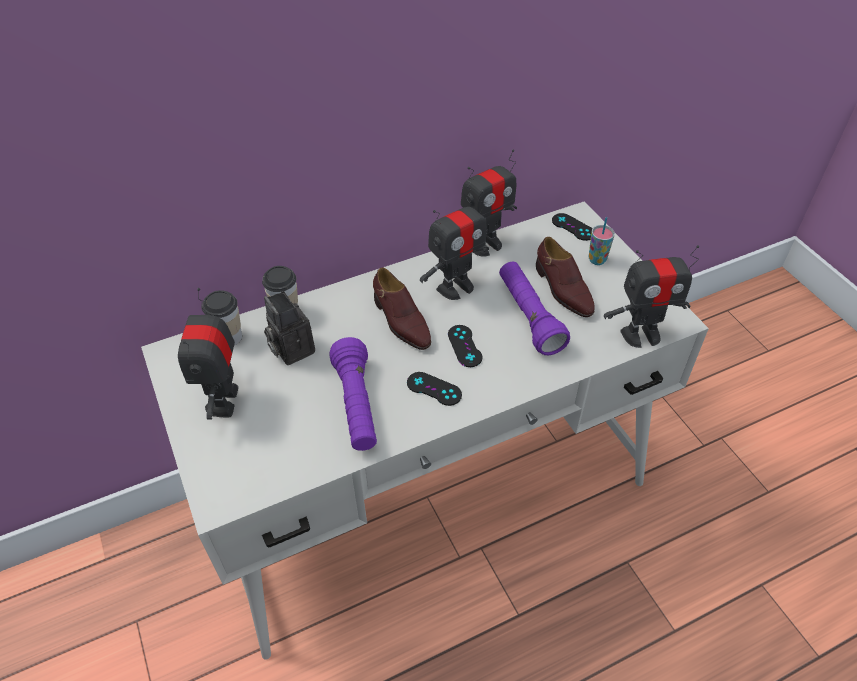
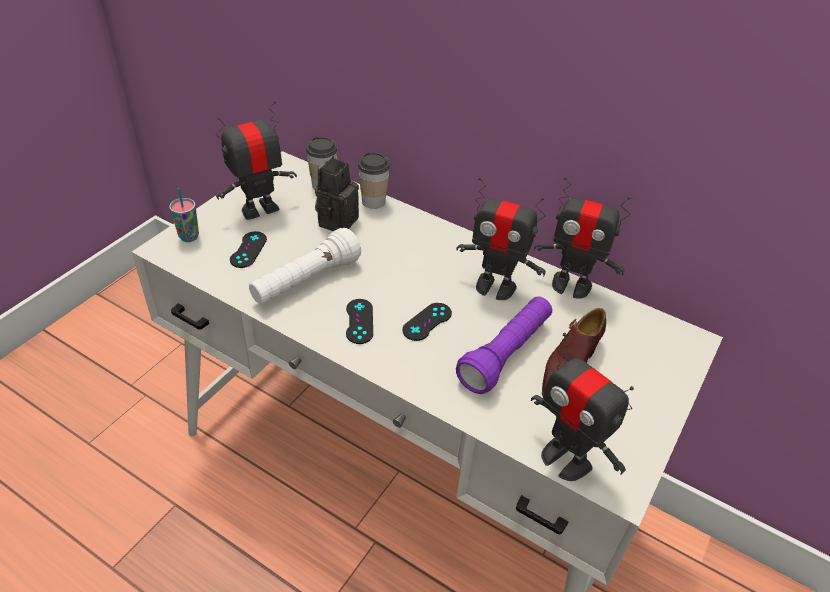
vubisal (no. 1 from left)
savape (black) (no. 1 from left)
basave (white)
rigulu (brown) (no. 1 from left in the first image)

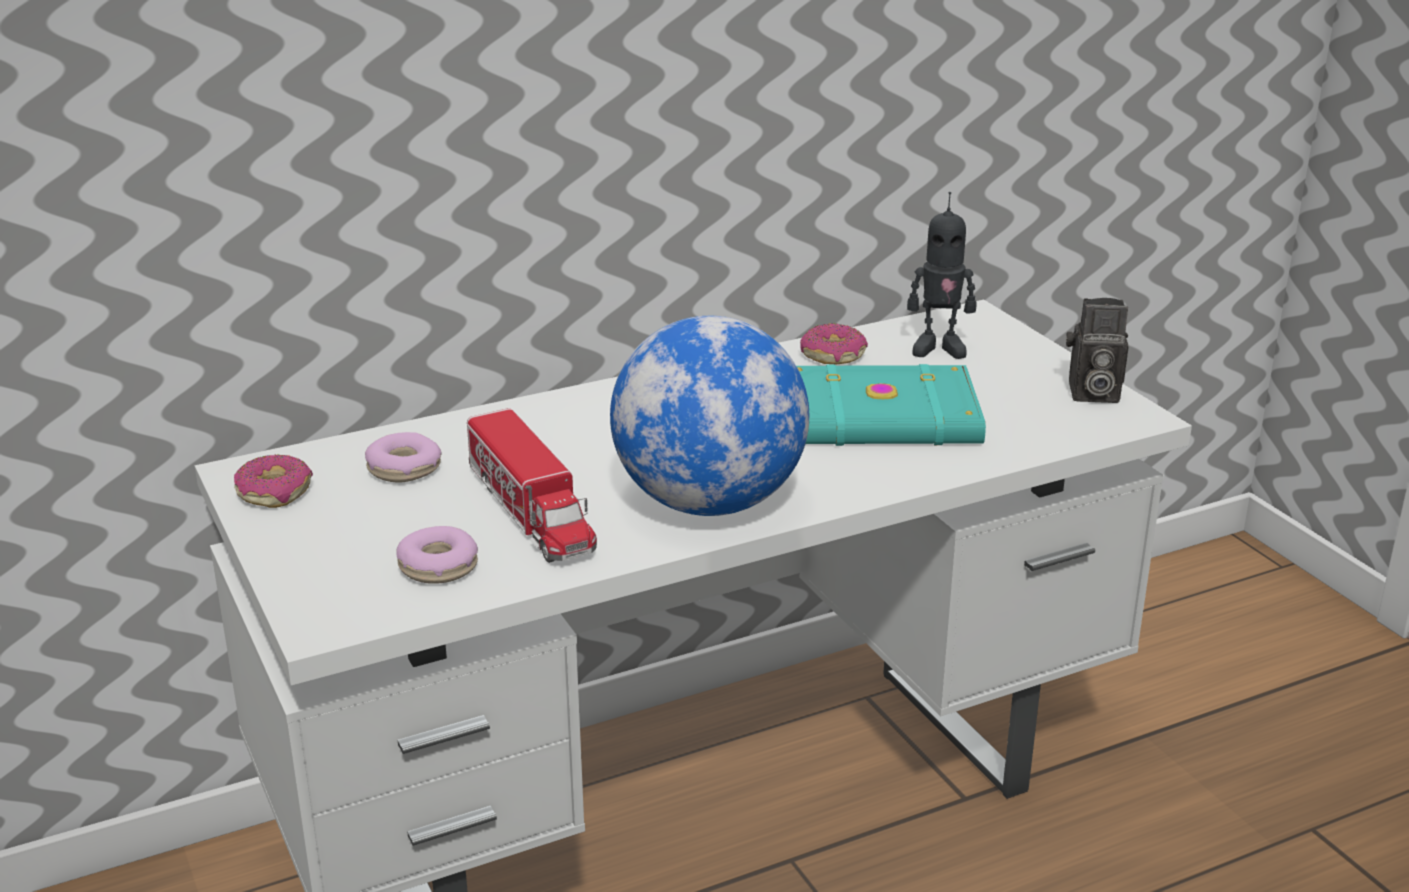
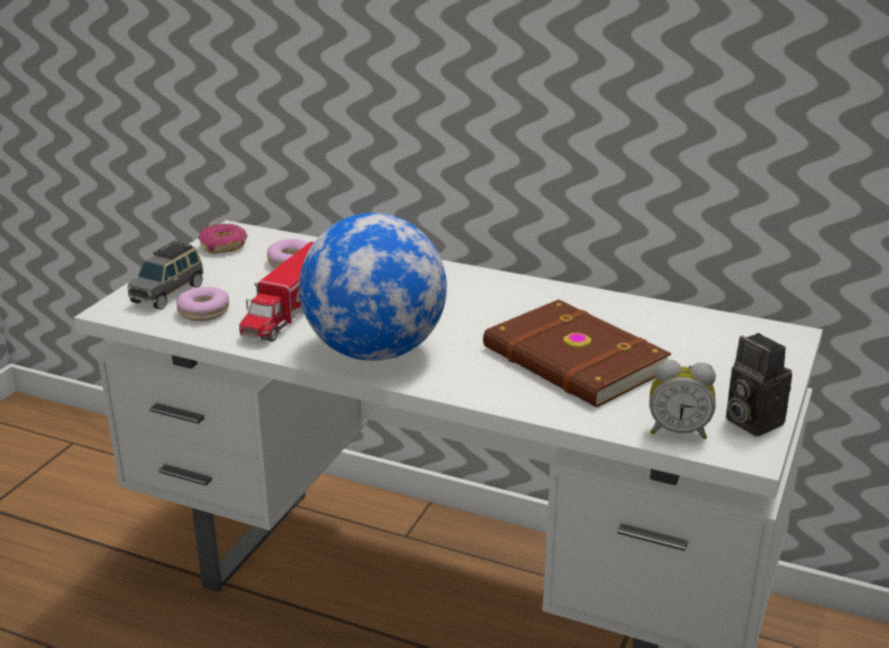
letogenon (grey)
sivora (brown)
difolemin
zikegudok (no. 4 from left in the first image)
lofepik

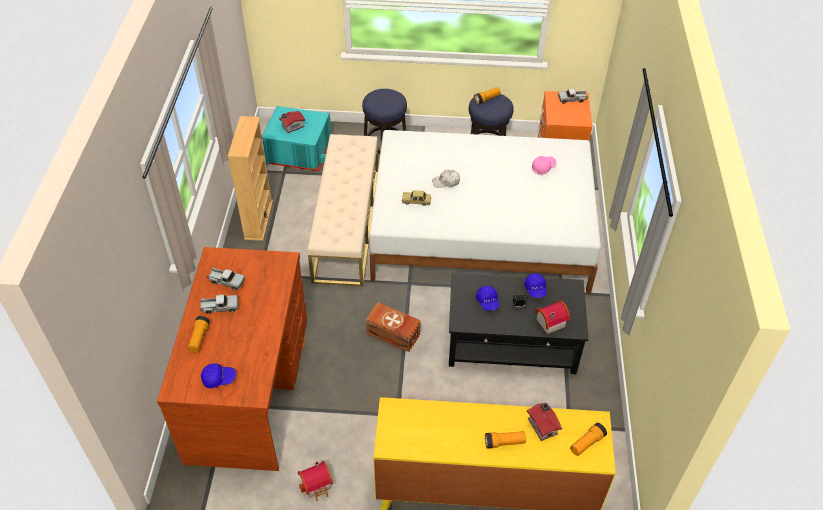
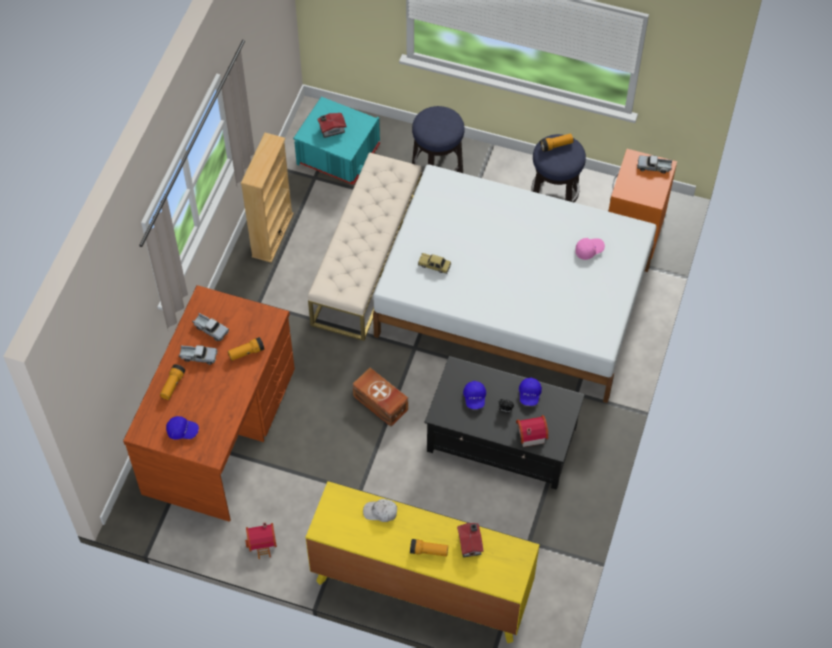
basave (no. 2 from left)
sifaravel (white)

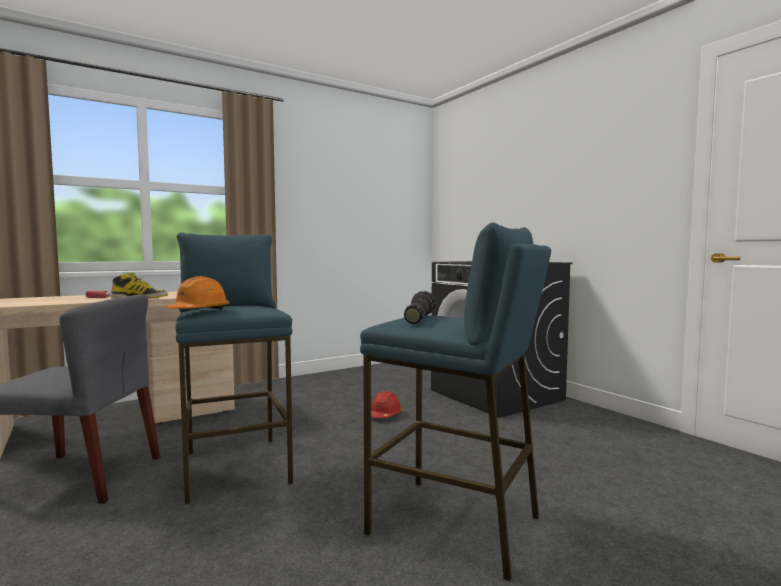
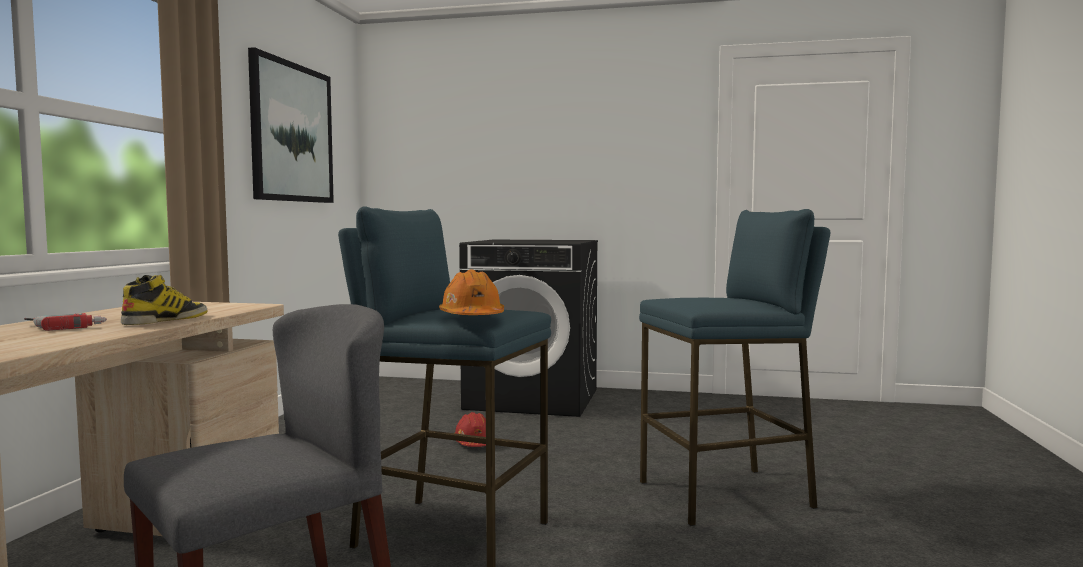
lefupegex
basave

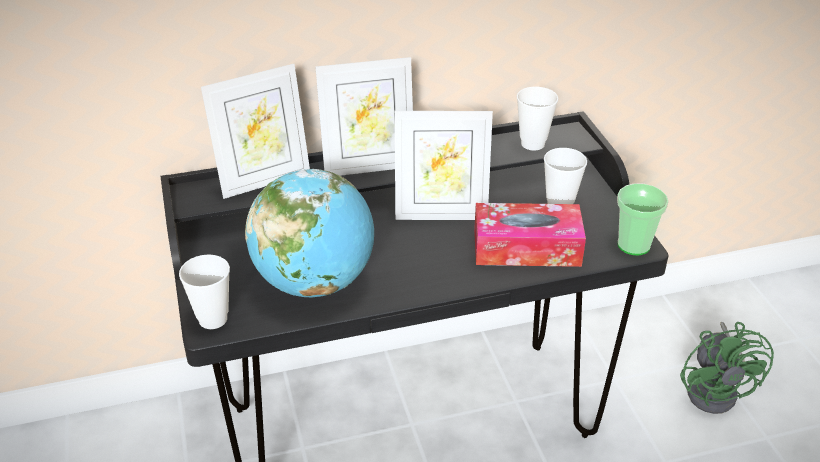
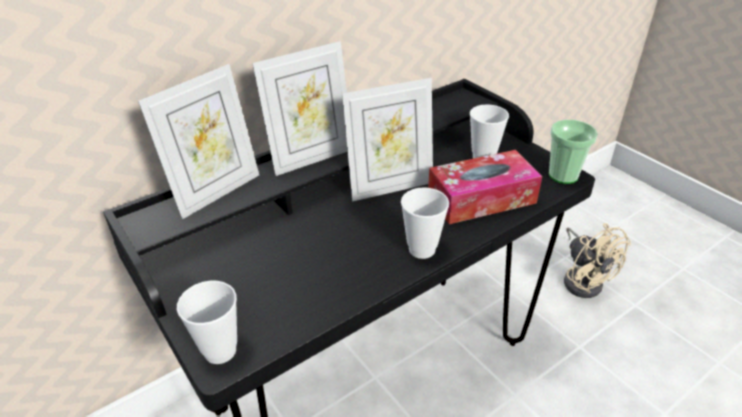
vubisal (no. 2 from left)
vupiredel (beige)
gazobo

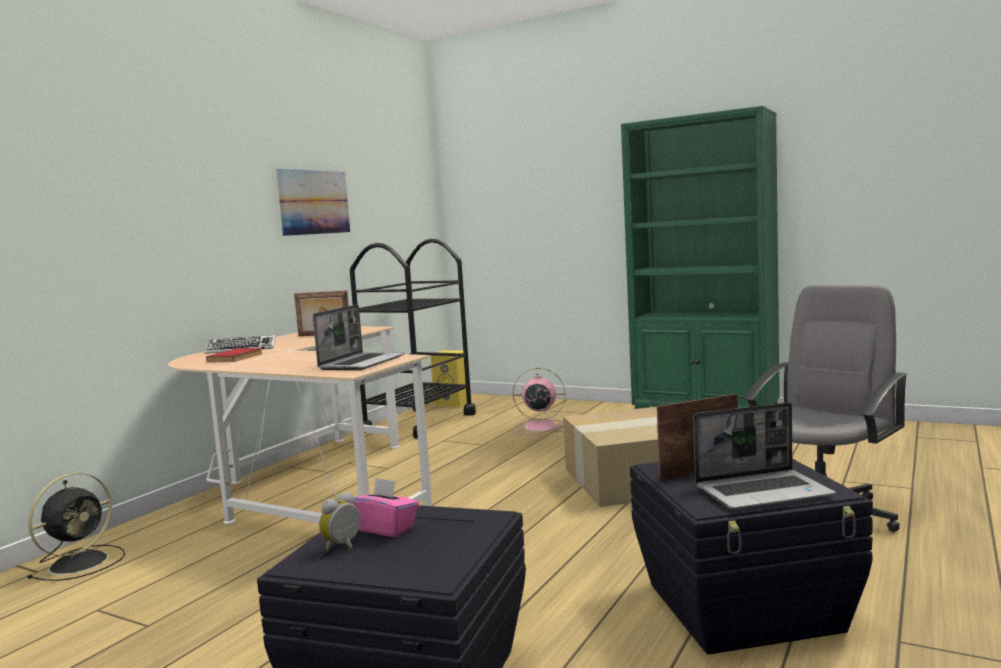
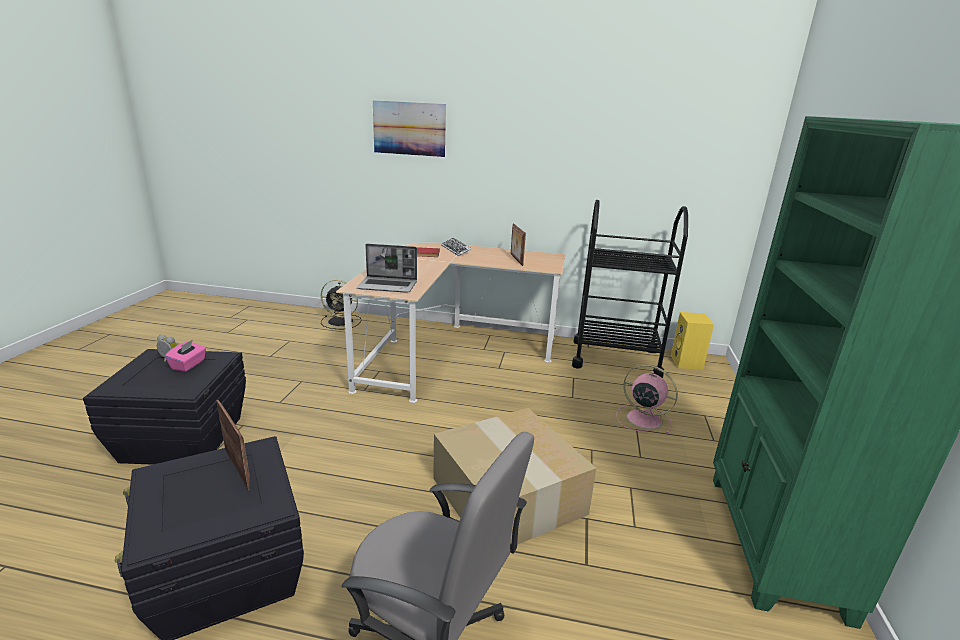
lefupegex
vupiredel (pink)
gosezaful (no. 2 from left in the first image)

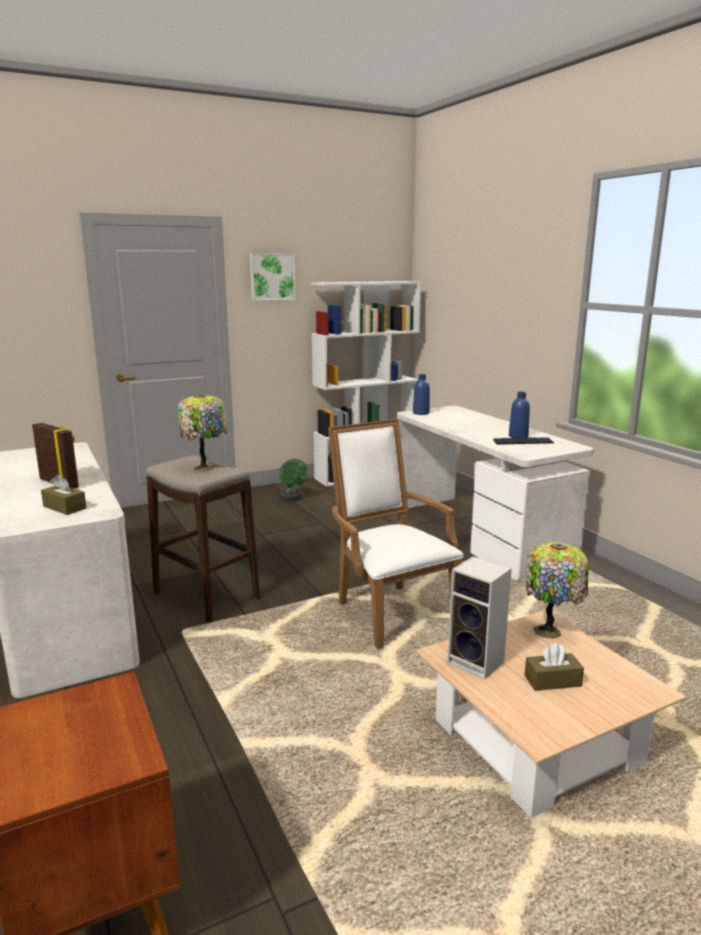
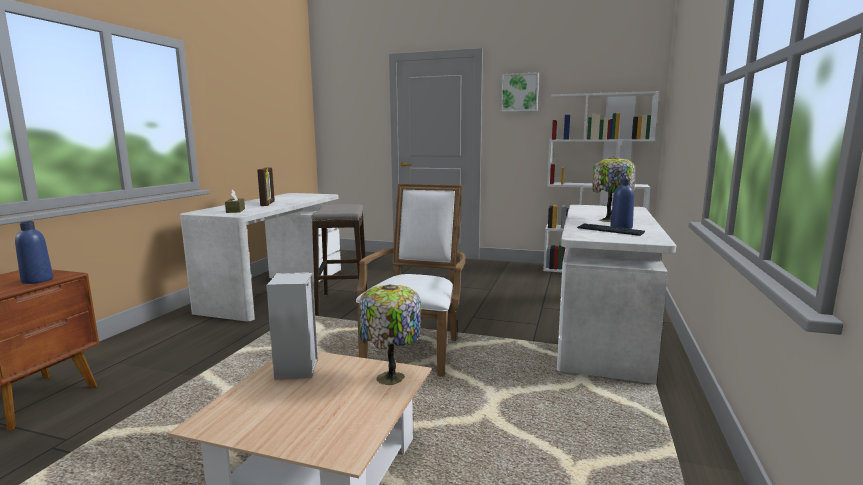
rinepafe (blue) (no. 1 from left)
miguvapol (no. 2 from left)
vupiredel (green)
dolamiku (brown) (no. 2 from left in the first image)

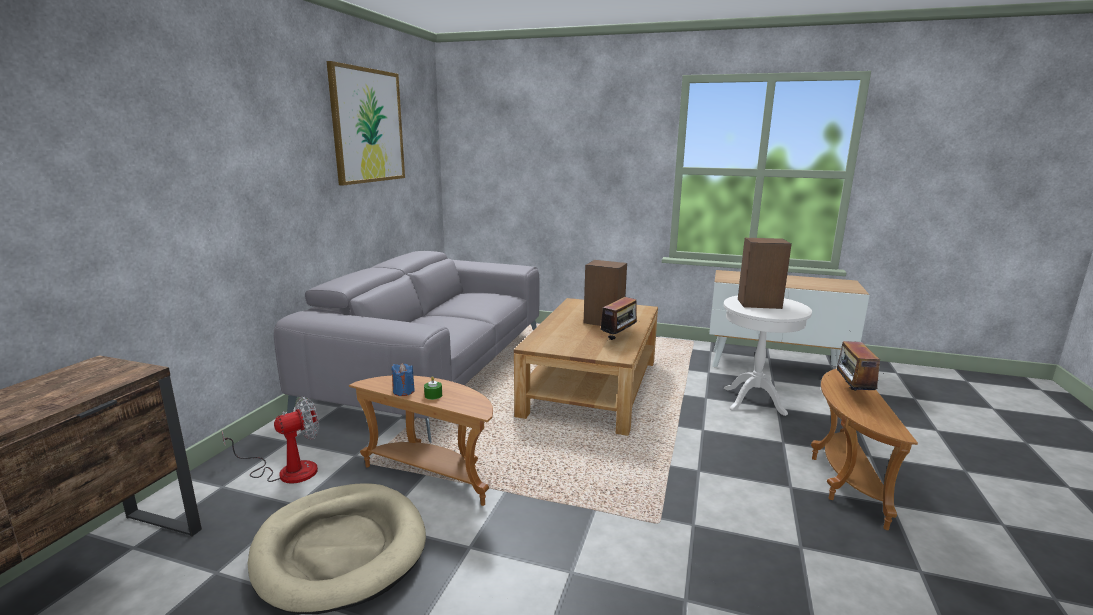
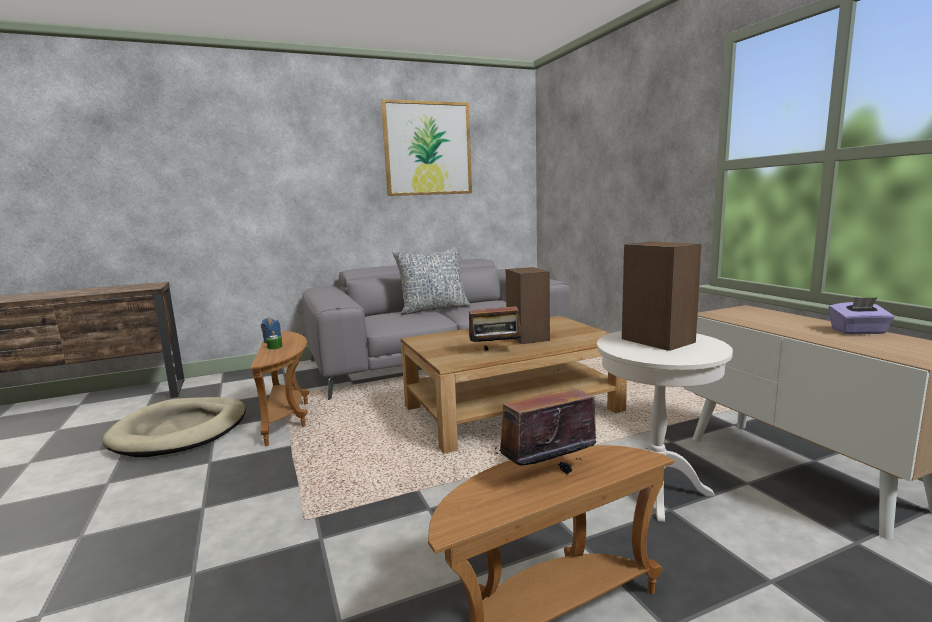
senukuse
dolamiku (purple)
vupiredel

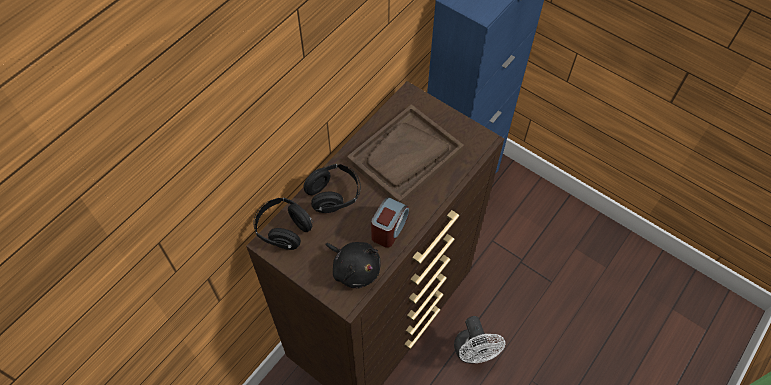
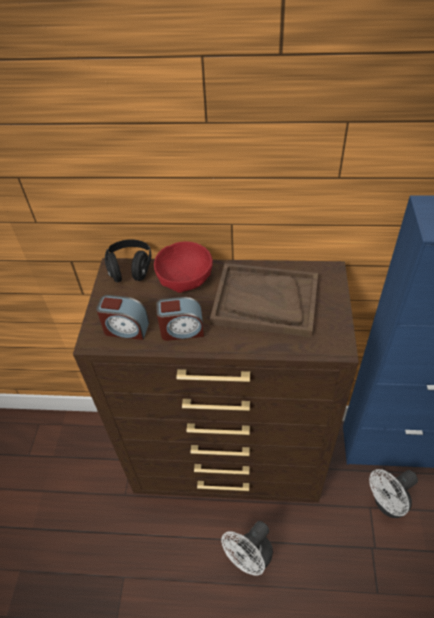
difolemin (no. 1 from left)
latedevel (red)
vupiredel (white) (no. 2 from left)

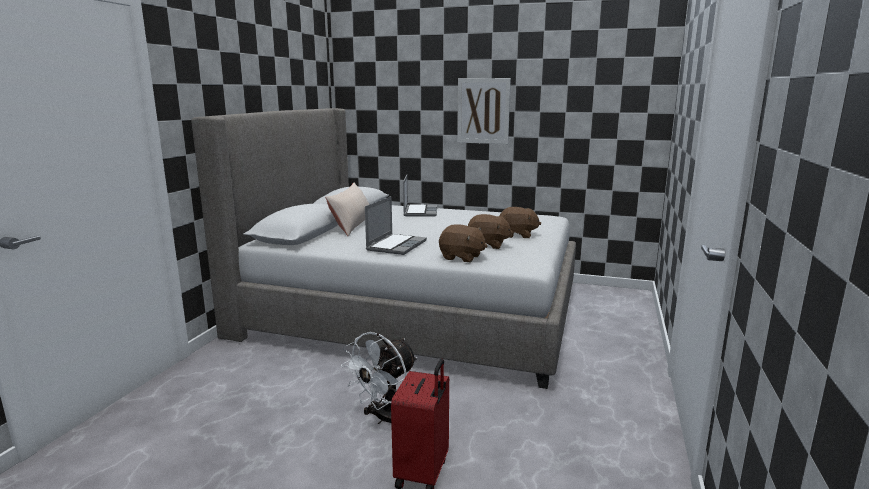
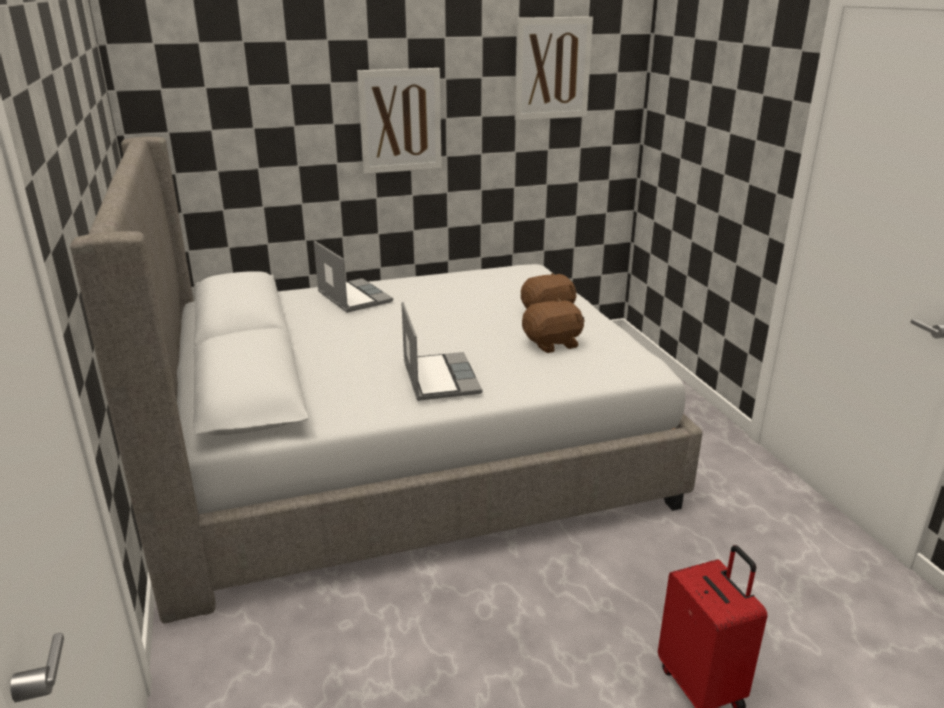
lefupegex (no. 2 from left)
senukuse (beige)
vupiredel (white)
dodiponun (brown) (no. 1 from left in the first image)

